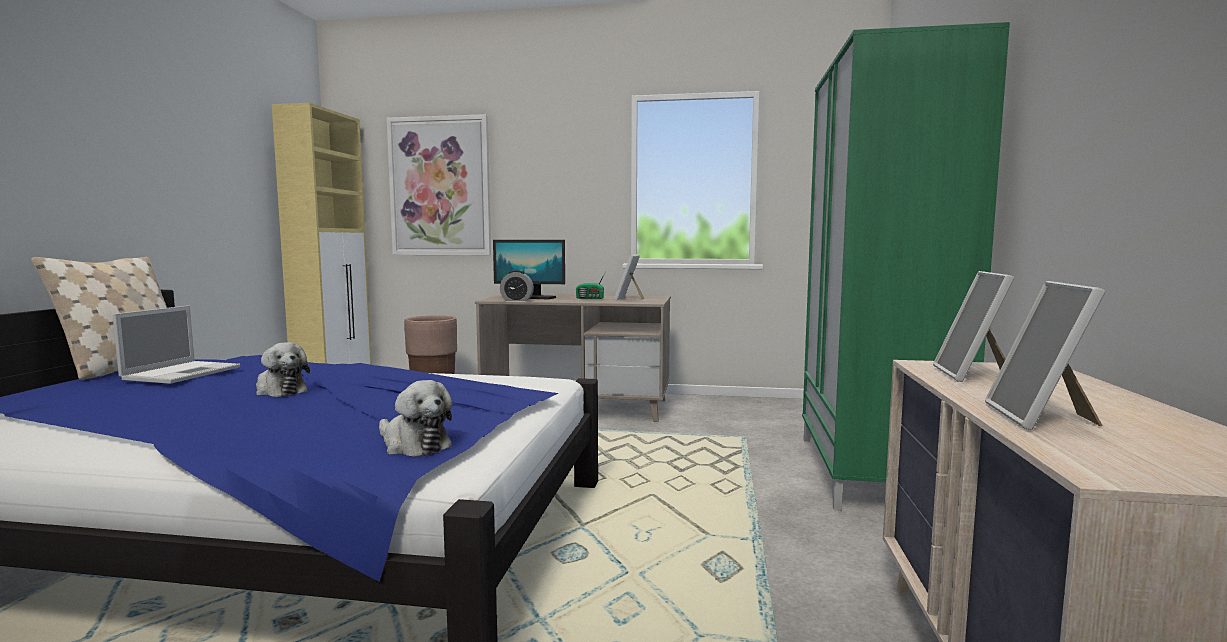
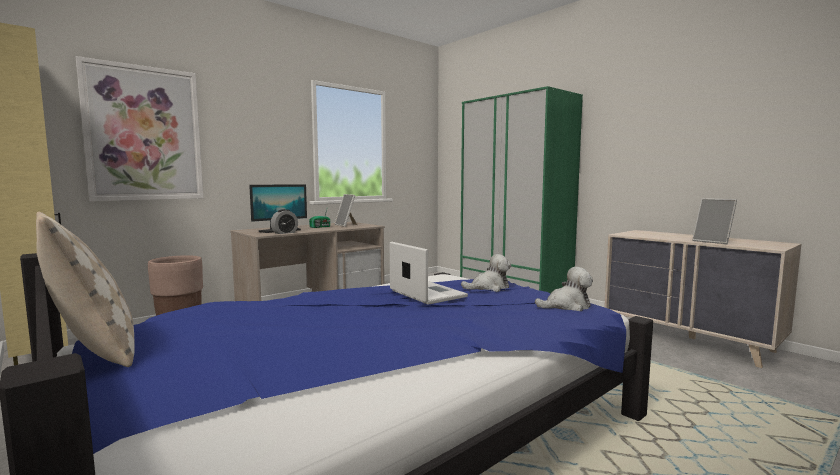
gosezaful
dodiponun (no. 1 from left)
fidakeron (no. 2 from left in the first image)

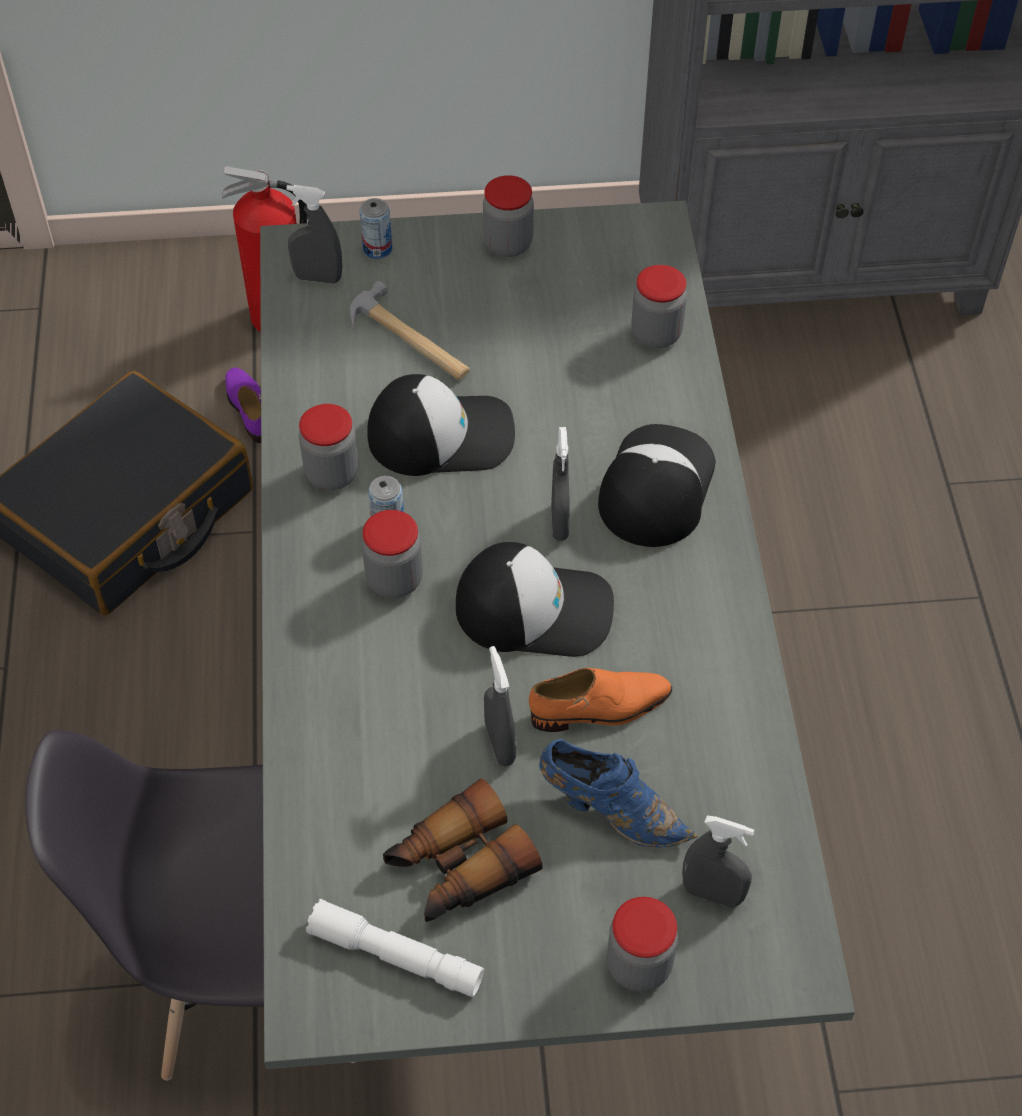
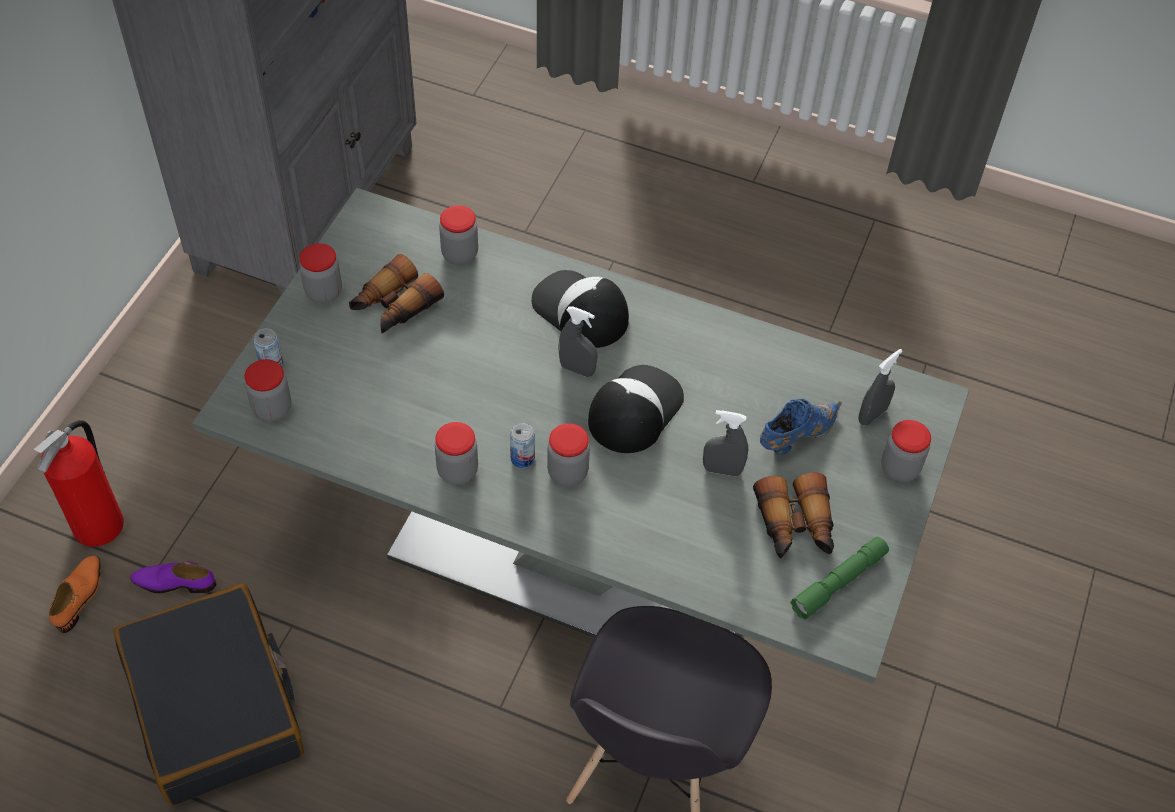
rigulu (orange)
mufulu (no. 1 from left)
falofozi (no. 1 from left)
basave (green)
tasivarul
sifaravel (no. 1 from left in the first image)

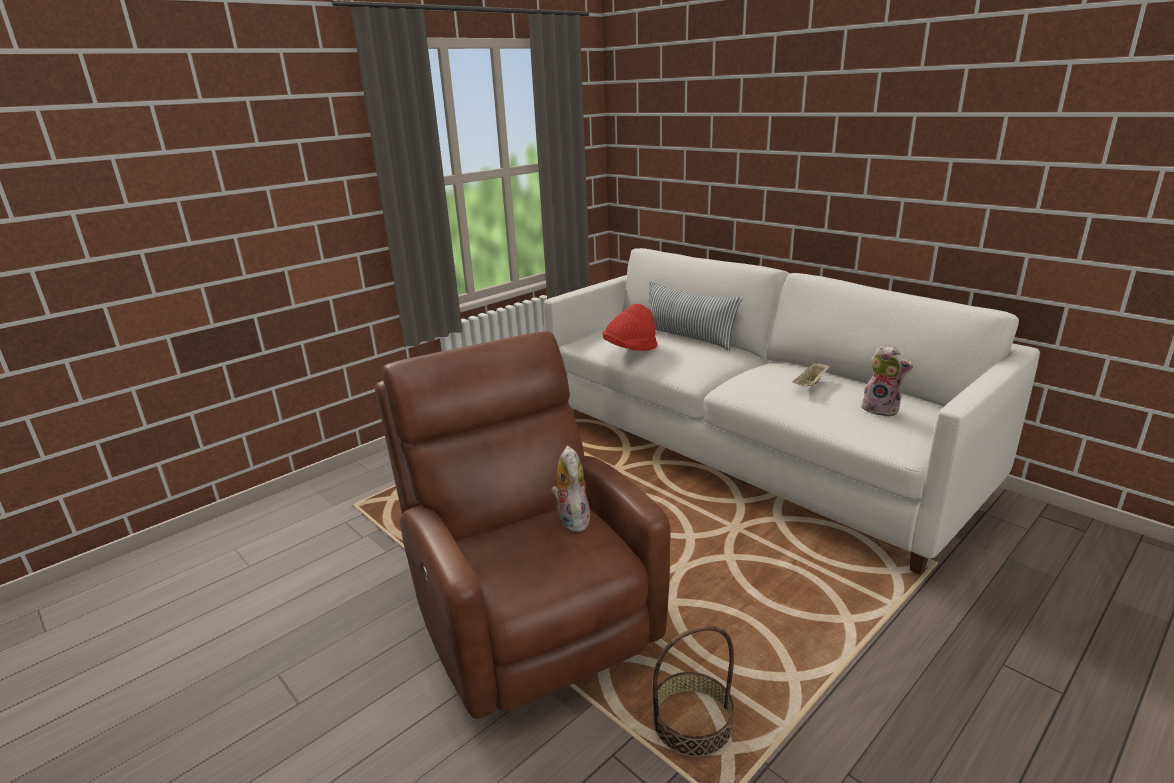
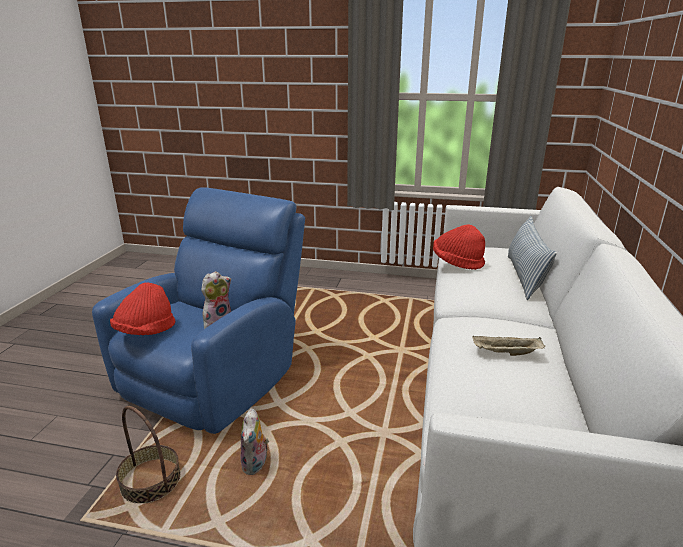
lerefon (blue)
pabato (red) (no. 1 from left)
dodiponun (no. 2 from left)

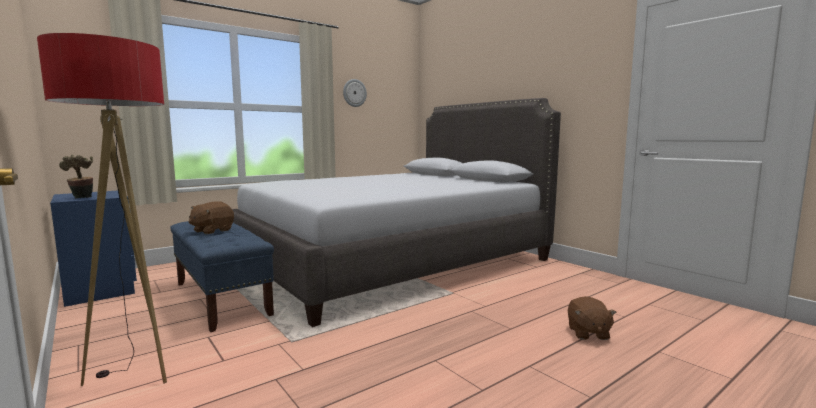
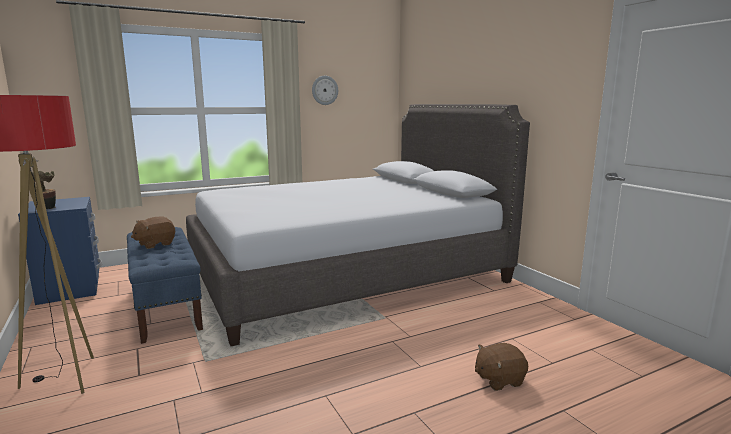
dodiponun (brown) (no. 2 from left)

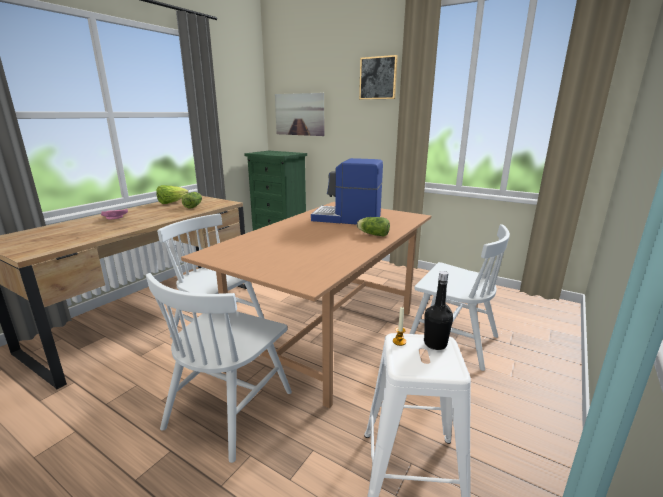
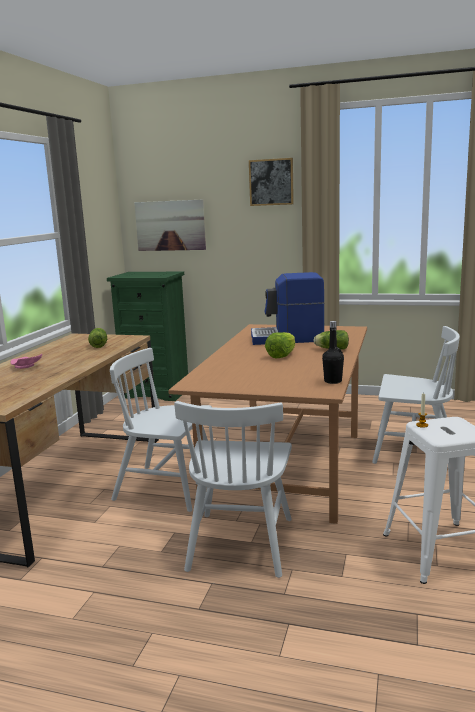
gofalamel (no. 2 from left)
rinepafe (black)

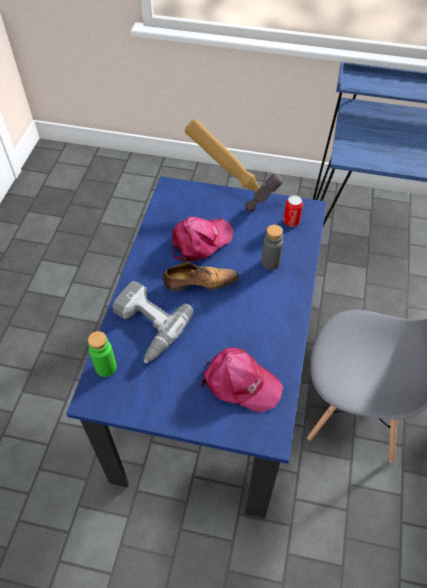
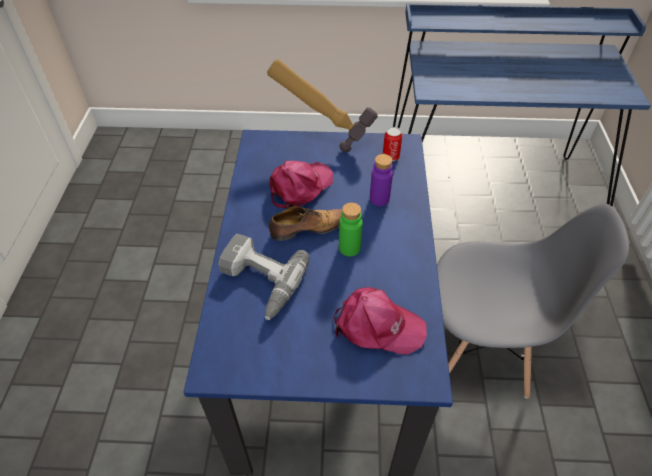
rinepafe (green)
rinepafe (purple)

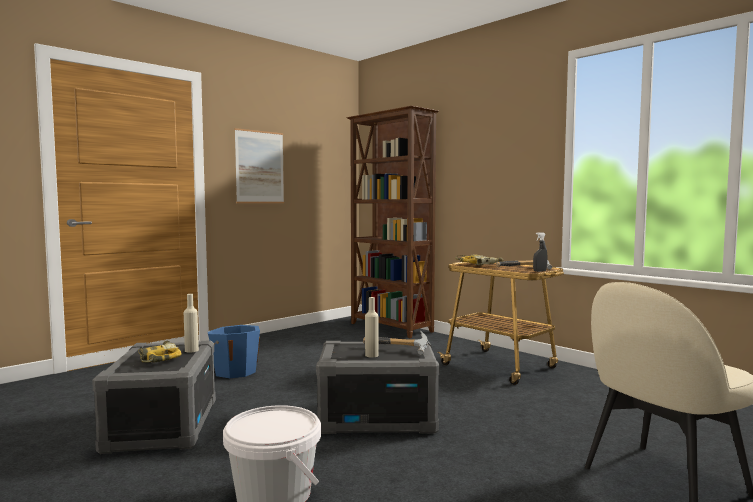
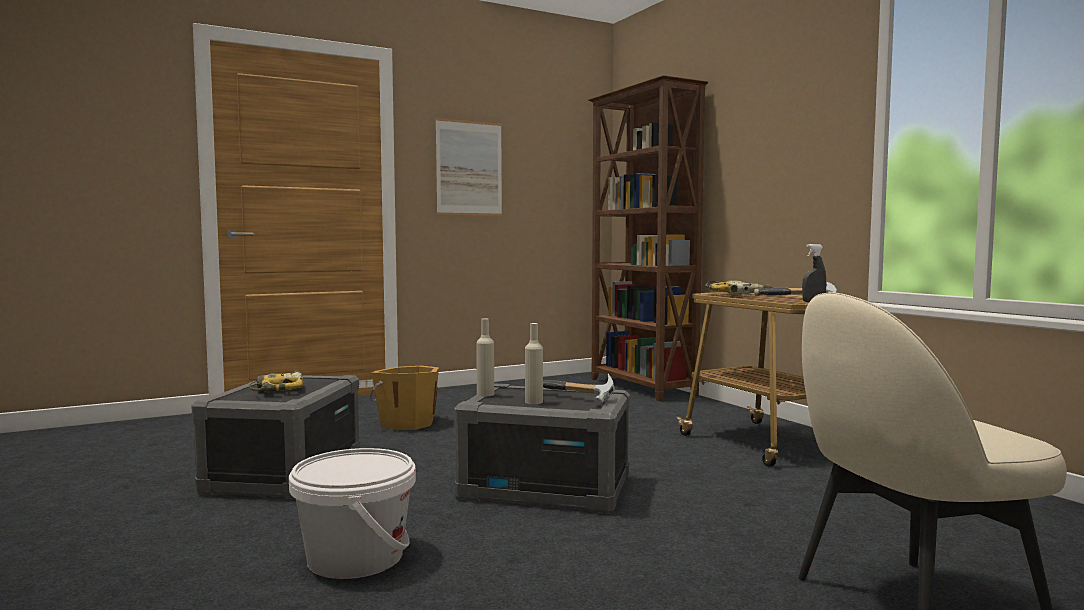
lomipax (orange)
rinepafe (beige) (no. 1 from left)

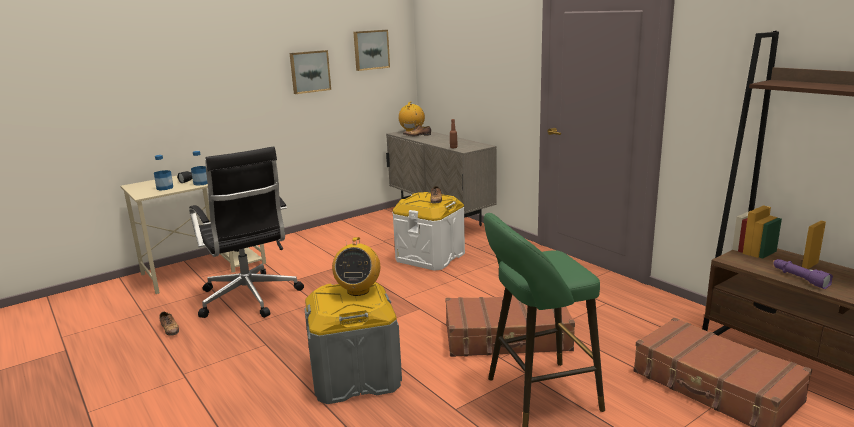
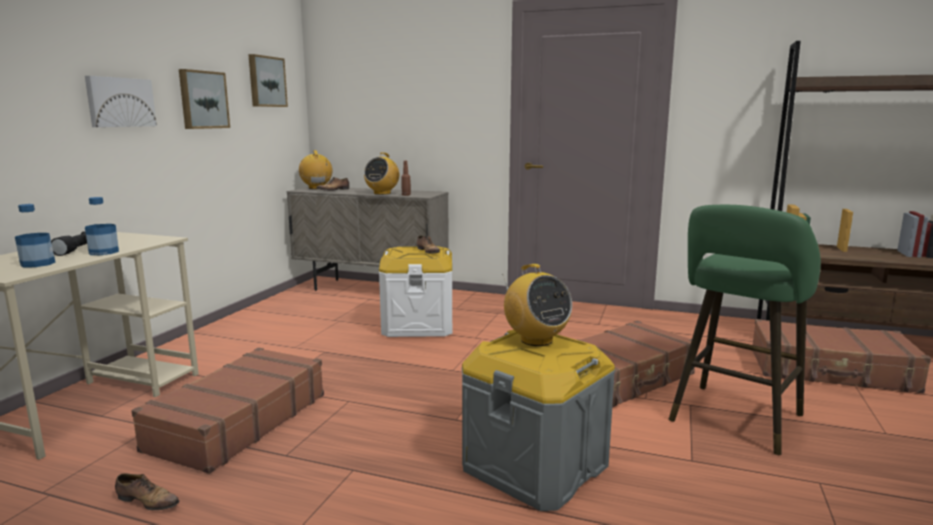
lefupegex (no. 1 from left)
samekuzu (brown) (no. 1 from left)
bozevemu (no. 2 from left)
basave (purple)

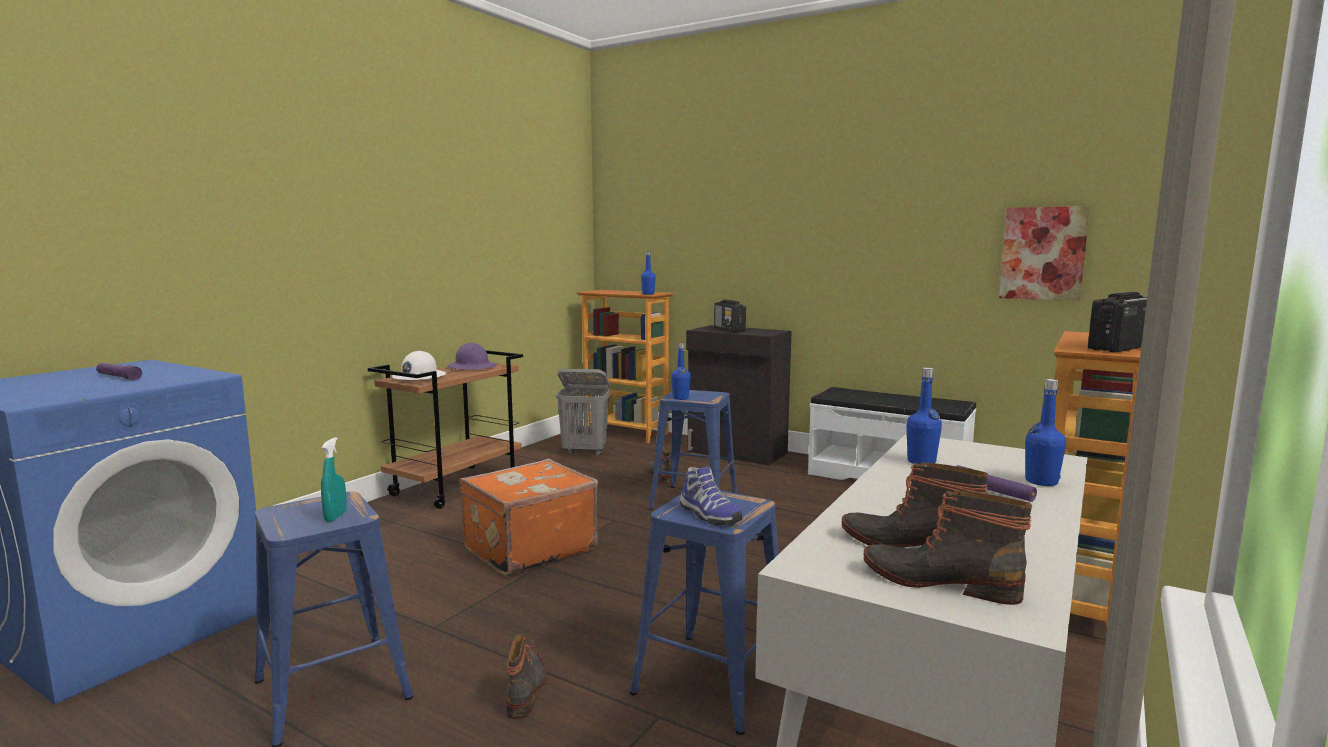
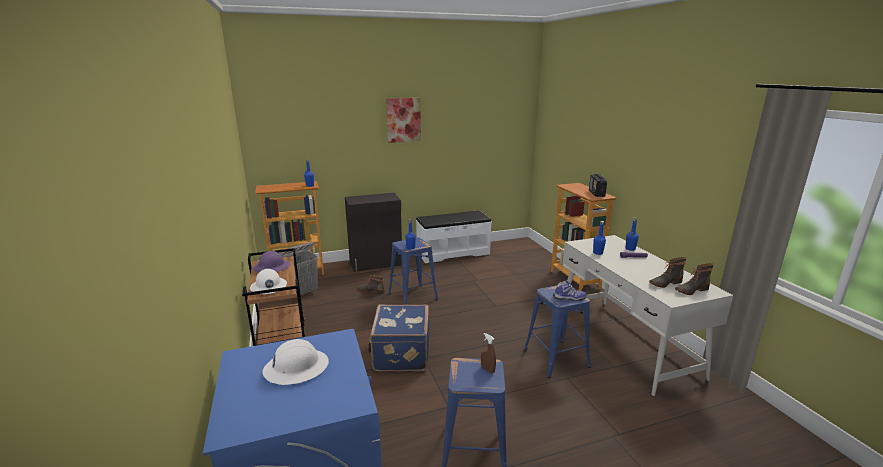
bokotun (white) (no. 2 from left)
samekuzu (blue)
lefupegex
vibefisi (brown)
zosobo (no. 1 from left in the first image)
bozevemu (no. 1 from left in the first image)

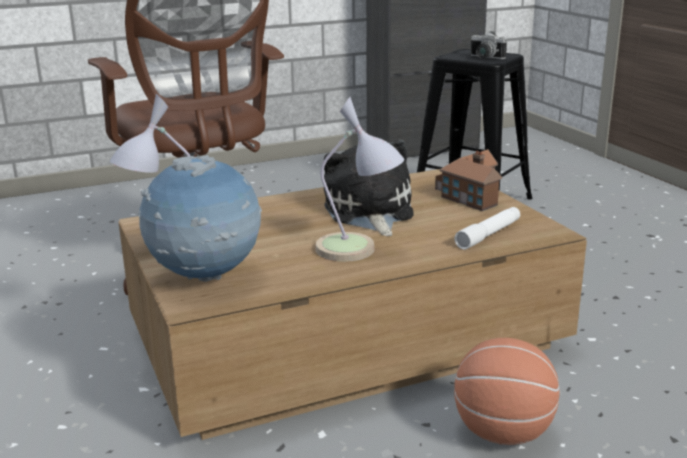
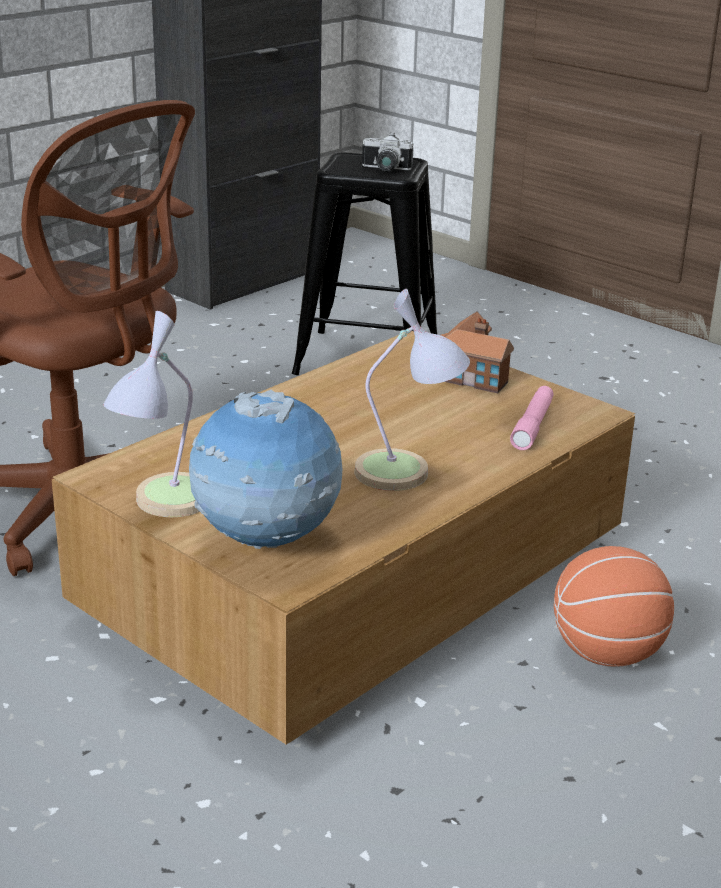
basave (pink)
dodiponun

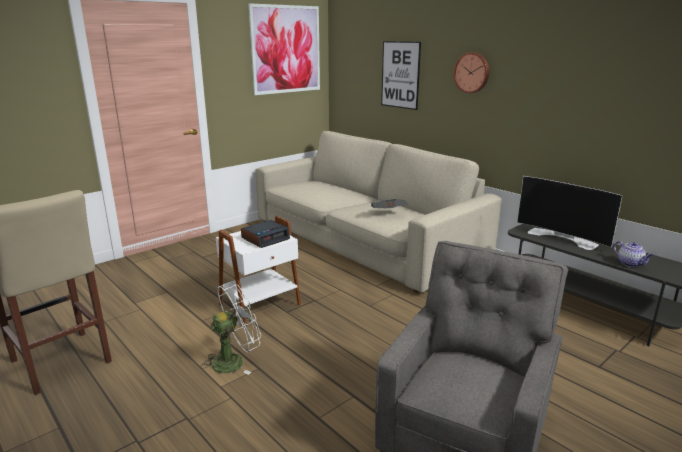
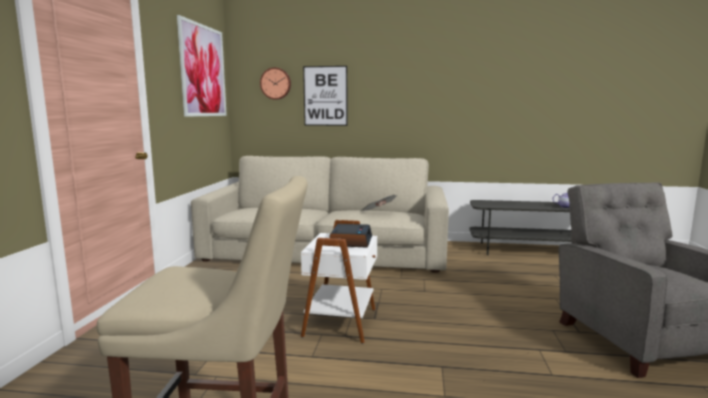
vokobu
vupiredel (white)
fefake

